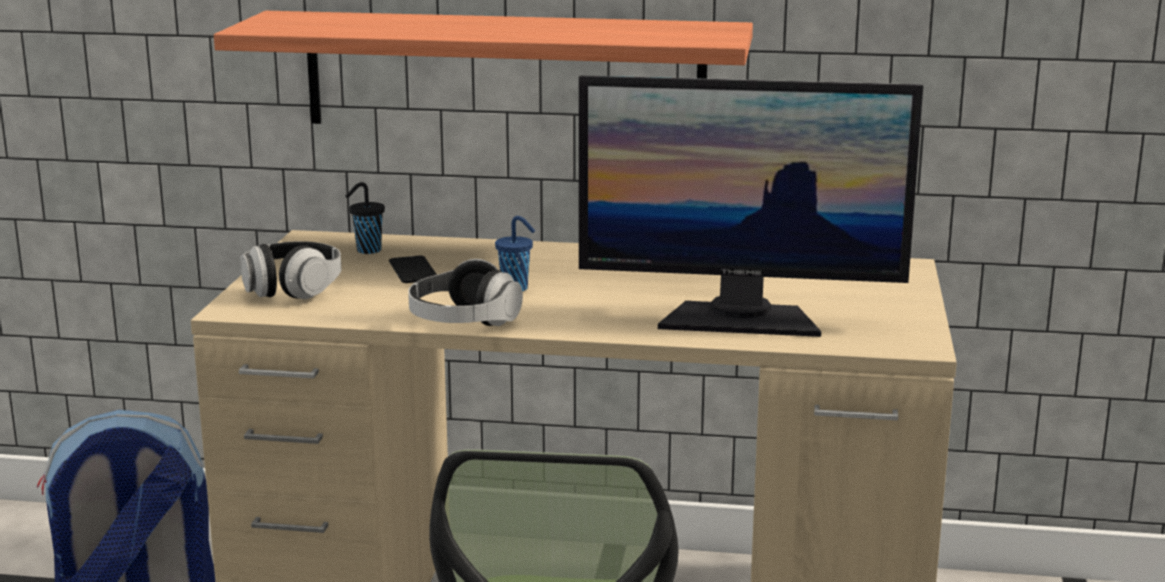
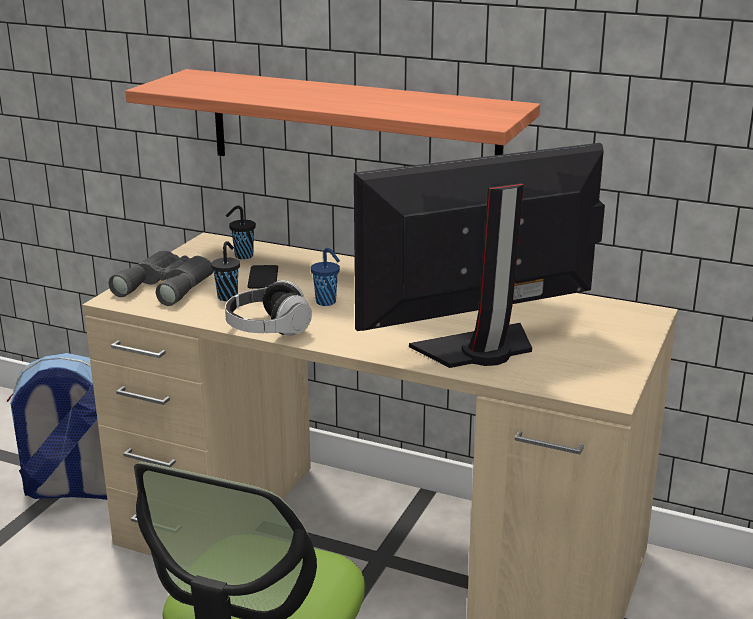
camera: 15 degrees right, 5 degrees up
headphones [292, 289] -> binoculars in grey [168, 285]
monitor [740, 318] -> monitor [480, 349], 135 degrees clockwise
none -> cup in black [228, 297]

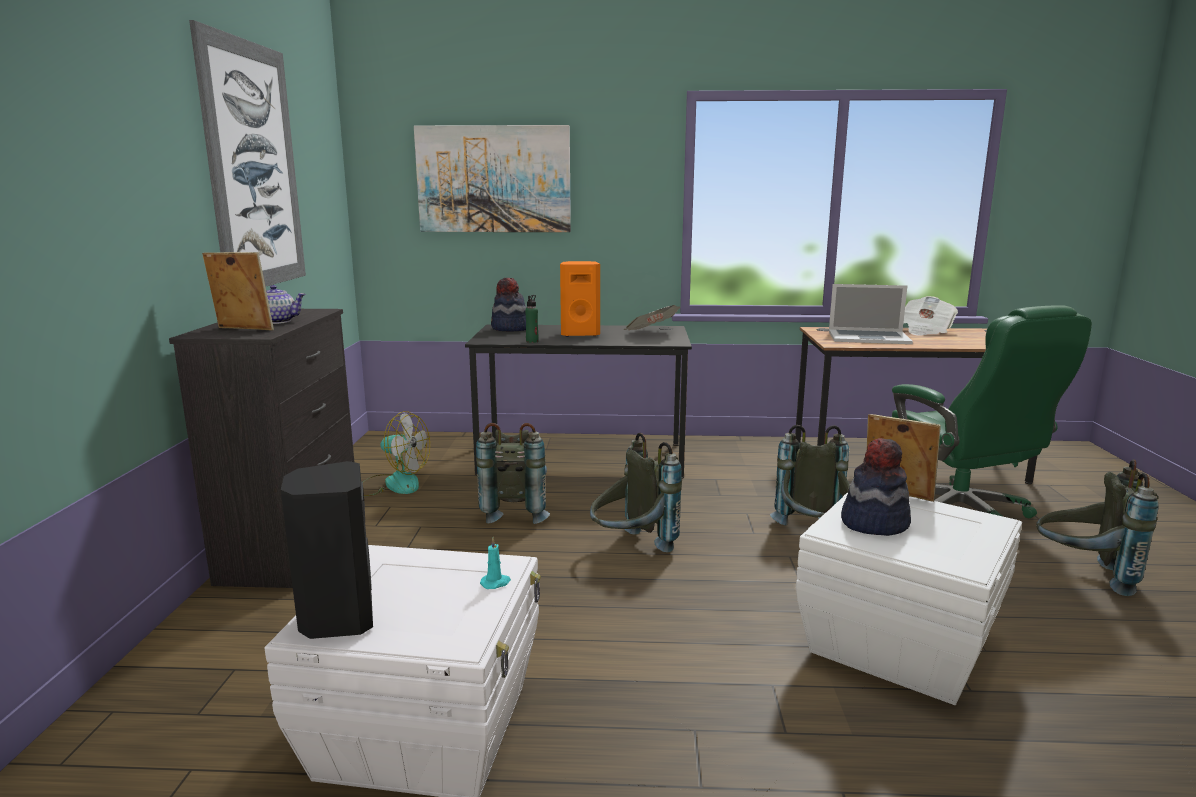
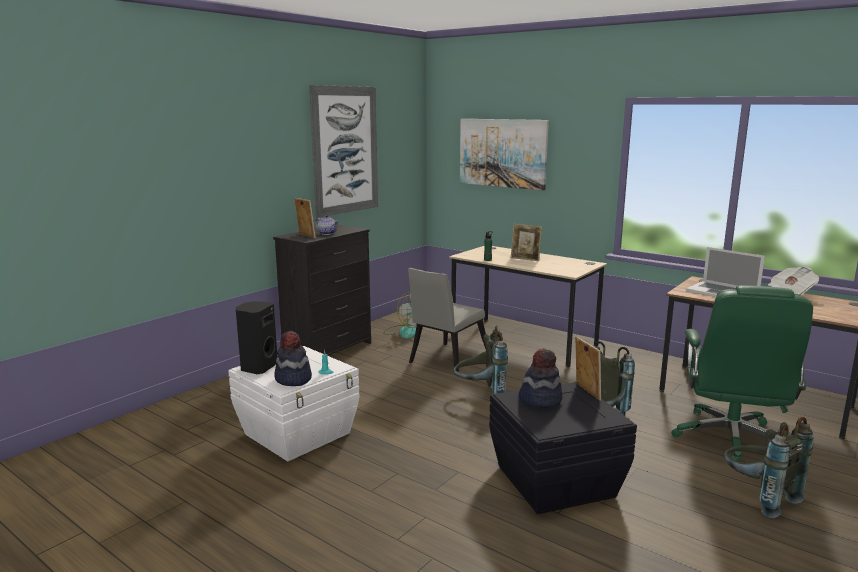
camera: 35 degrees right, 0 degrees up
desk in black [582, 458] -> desk in beige [523, 341]
backpack in grey [515, 511] -> chair in grey [446, 360]
hat [510, 329] -> hat [293, 379], relocated
speaker in orange [580, 334] -> picture frame [525, 259]
newspaper [651, 333] -> none
storage box in white [897, 642] -> storage box in black [555, 480]

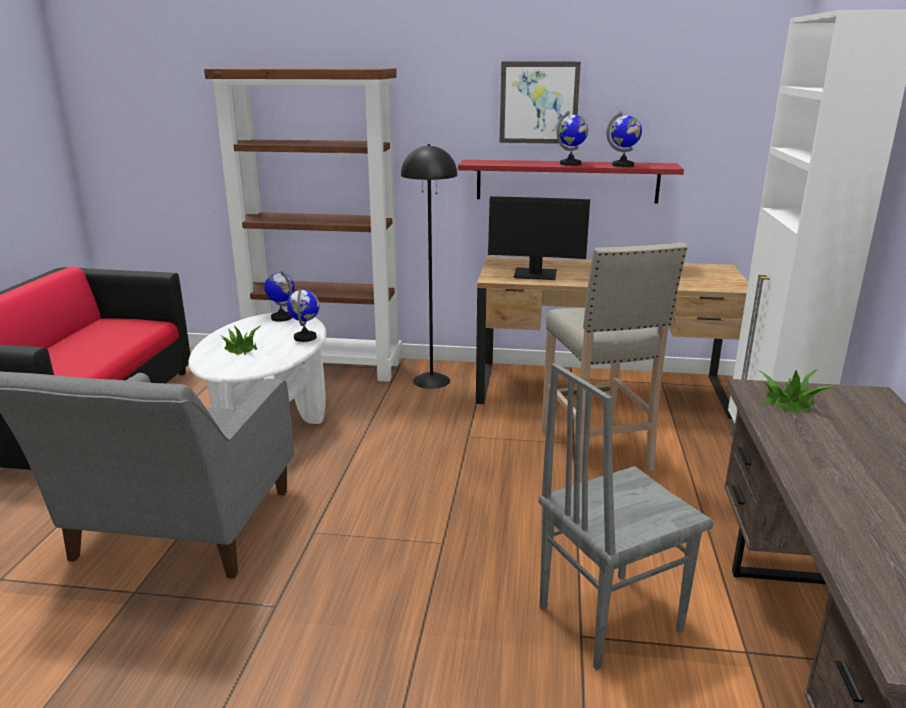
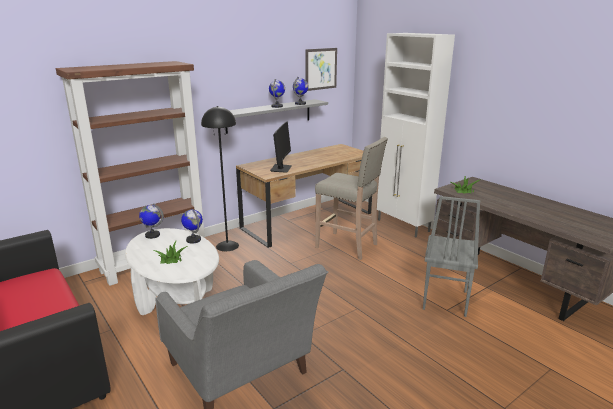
camera: 45 degrees left, 0 degrees up
shelf in red [567, 181] -> shelf in grey [269, 115]
monitor [535, 275] -> monitor [281, 168], 45 degrees counterclockwise
picture [539, 103] -> picture [321, 69], relocated

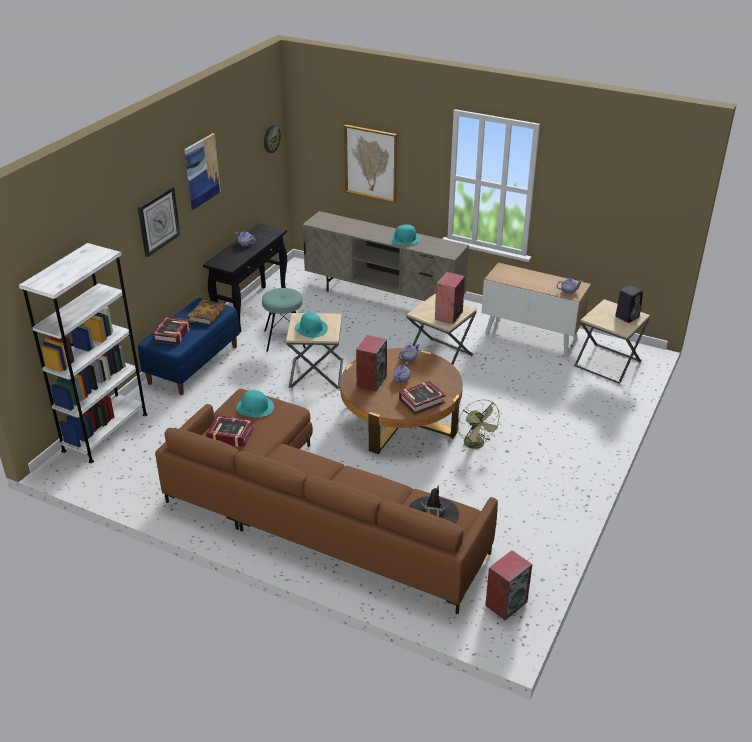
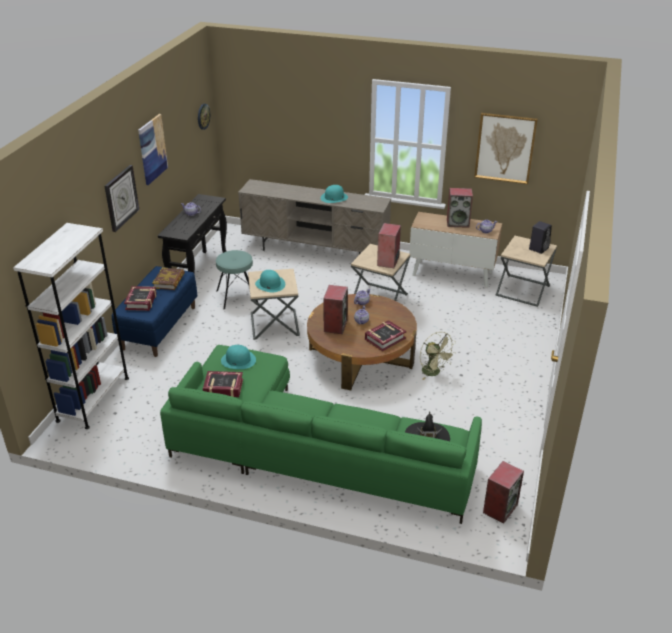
camera: 10 degrees left, 0 degrees up
sofa in brown [313, 512] -> sofa in green [308, 449]
picture [371, 163] -> picture [505, 148], relocated
none -> speaker [458, 223]

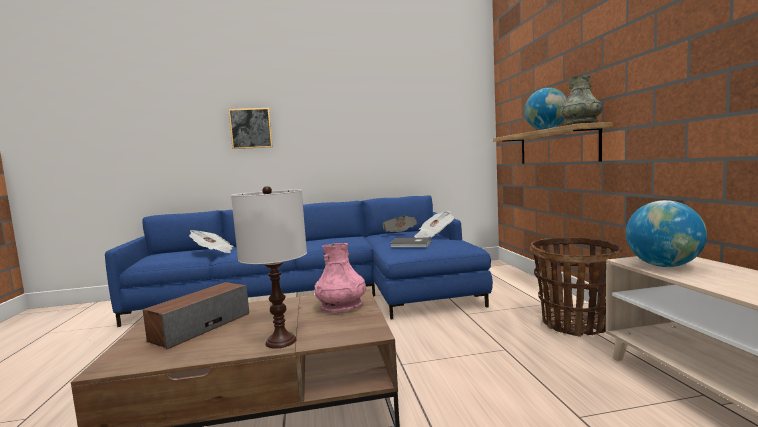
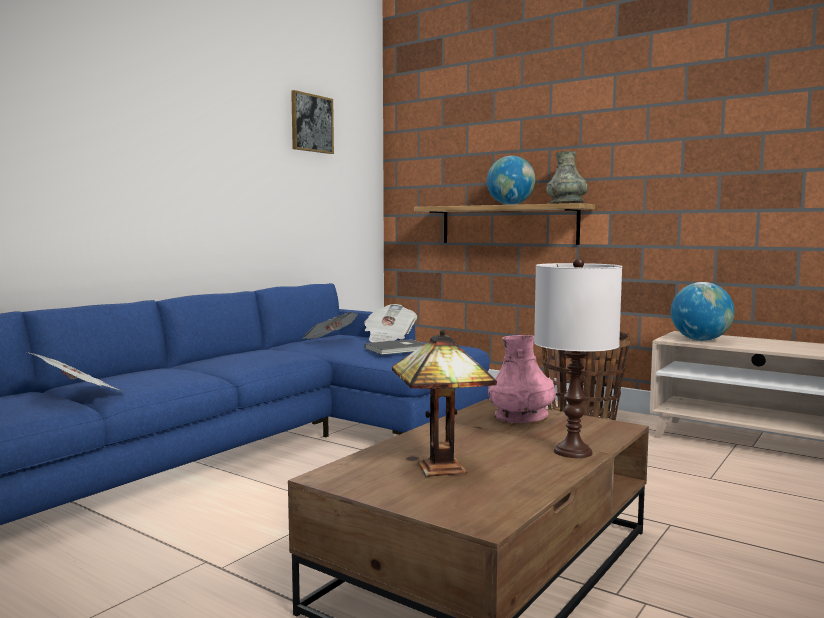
camera: 45 degrees left, 0 degrees up
speaker [201, 327] -> table lamp [438, 467]
picture [251, 128] -> picture [311, 123], relocated

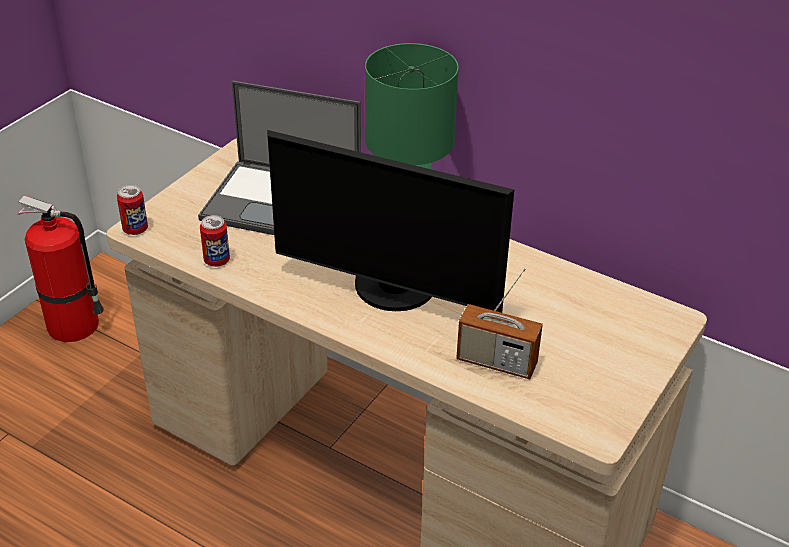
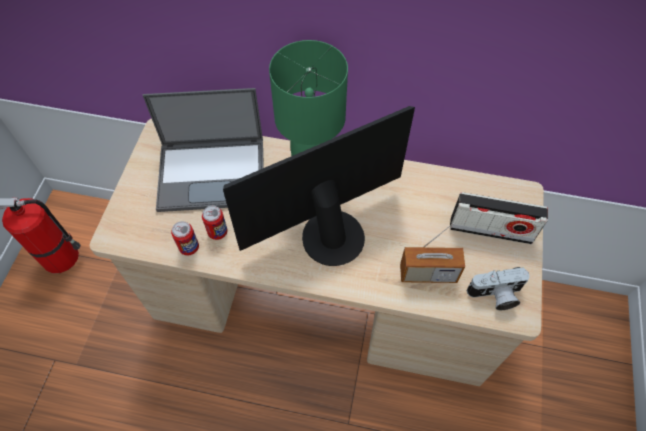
camera: 20 degrees left, 20 degrees up
can [135, 229] -> can [217, 232], relocated
monitor [392, 290] -> monitor [329, 232], 150 degrees clockwise
none -> radio [490, 230]
none -> photo camera [495, 295]

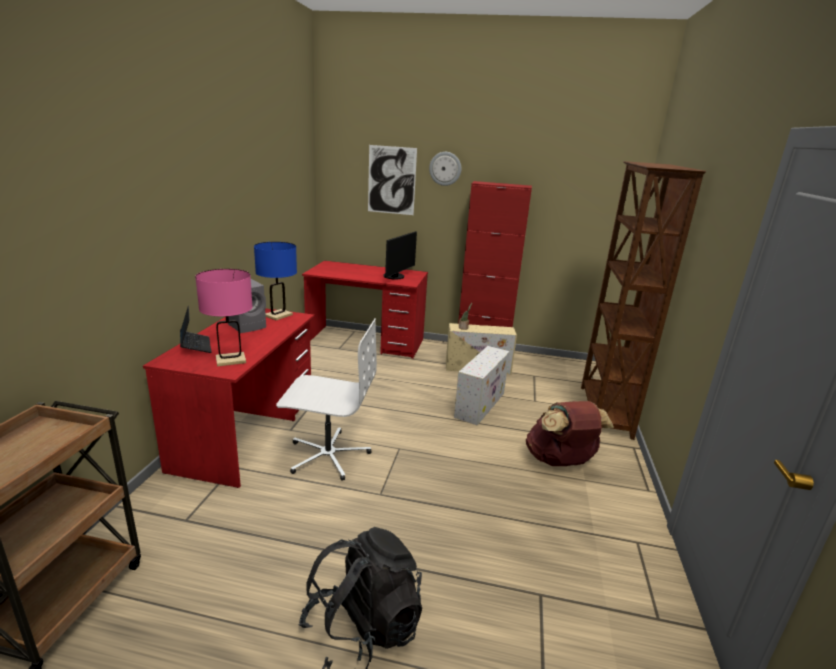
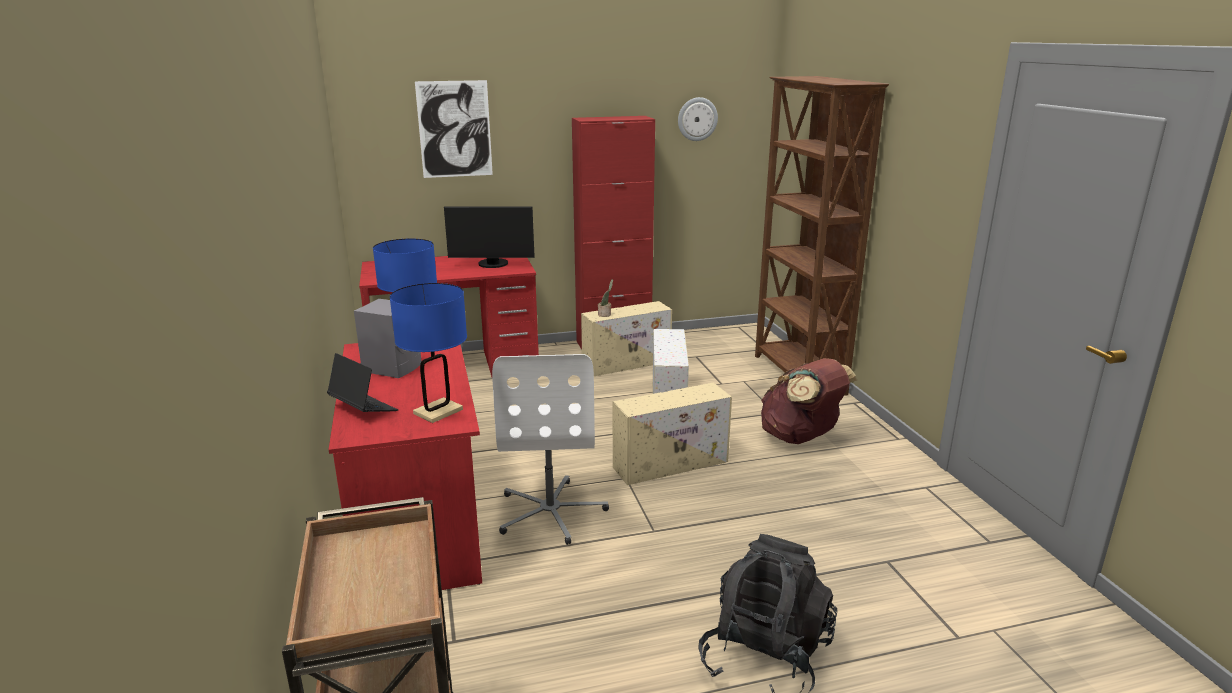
camera: 25 degrees left, 0 degrees up
table lamp in pink [230, 360] -> table lamp in blue [438, 412]
office chair in white [328, 455] -> office chair in white [551, 512], 105 degrees clockwise
monitor [396, 277] -> monitor [493, 264], 90 degrees clockwise
wall clock [445, 168] -> wall clock [697, 119], relocated
none -> storage box in beige [672, 464]

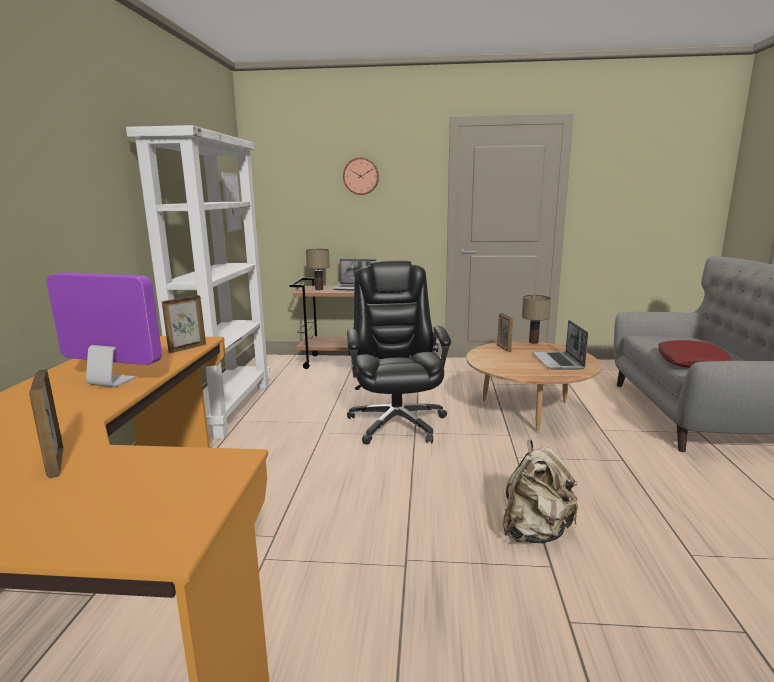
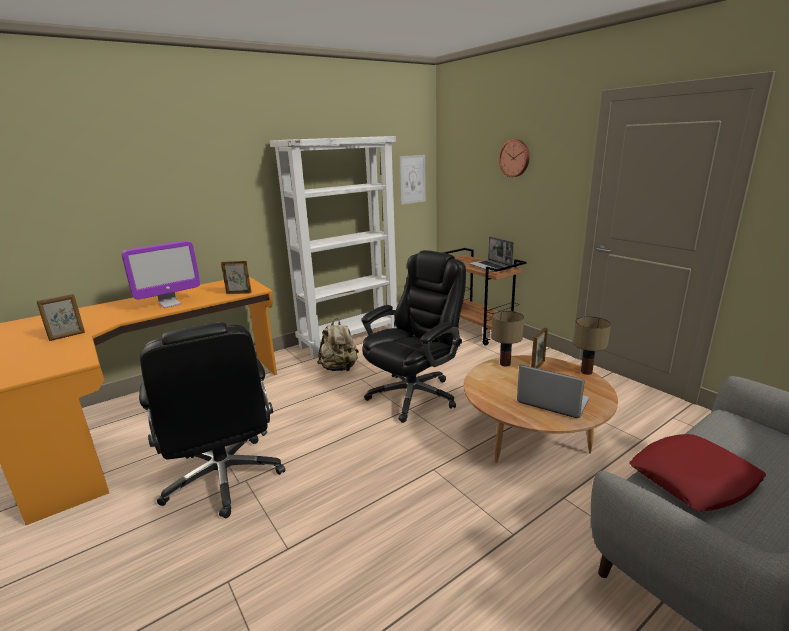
camera: 50 degrees right, 5 degrees up
picture frame [55, 463] -> picture frame [67, 336], 150 degrees counterclockwise
monitor [112, 382] -> monitor [170, 304], 75 degrees clockwise
table lamp [319, 289] -> table lamp [505, 364], relocated
backpack in beige [535, 532] -> backpack in beige [339, 368], relocated
laptop [558, 362] -> laptop [551, 401], 75 degrees clockwise
none -> office chair in black [224, 478]

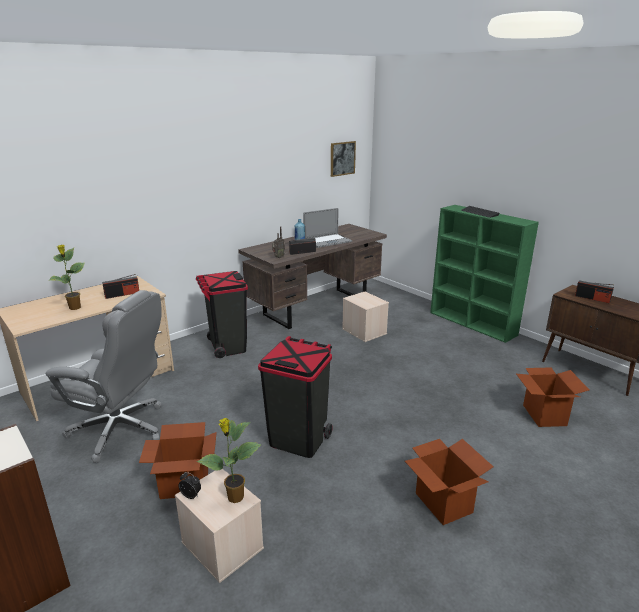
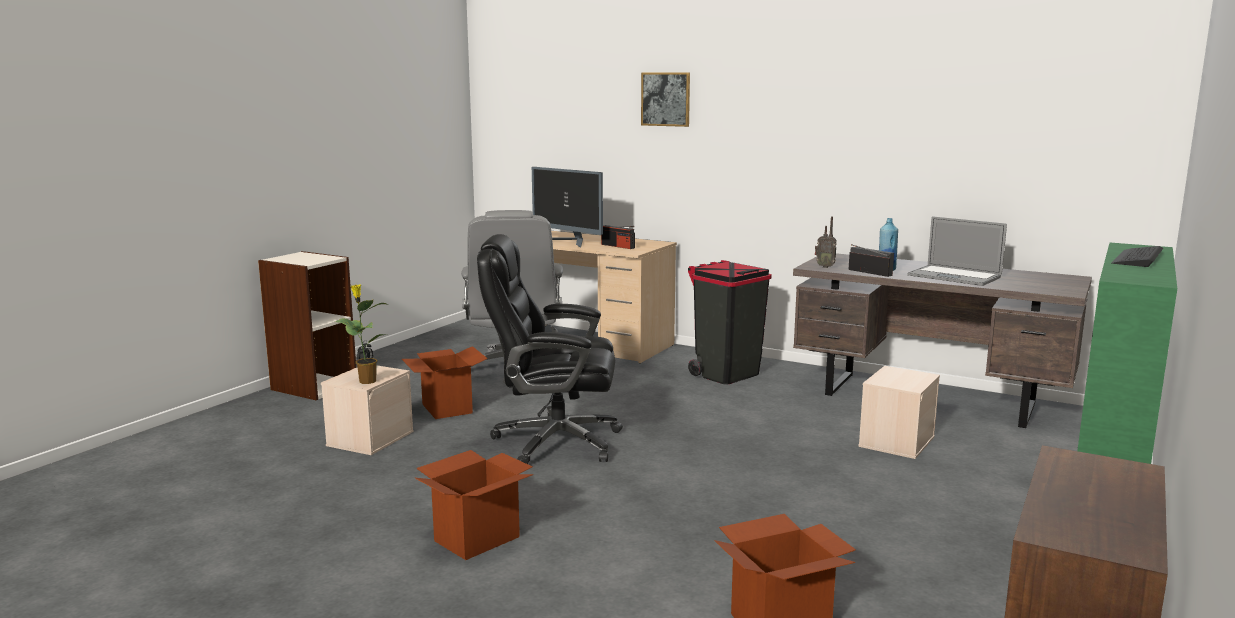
camera: 70 degrees right, 10 degrees down
potted plant [75, 308] -> monitor [569, 242]
trash can in black [298, 439] -> office chair in black [553, 442]
picture [342, 158] -> picture [665, 99], relocated
radio [592, 298] -> none

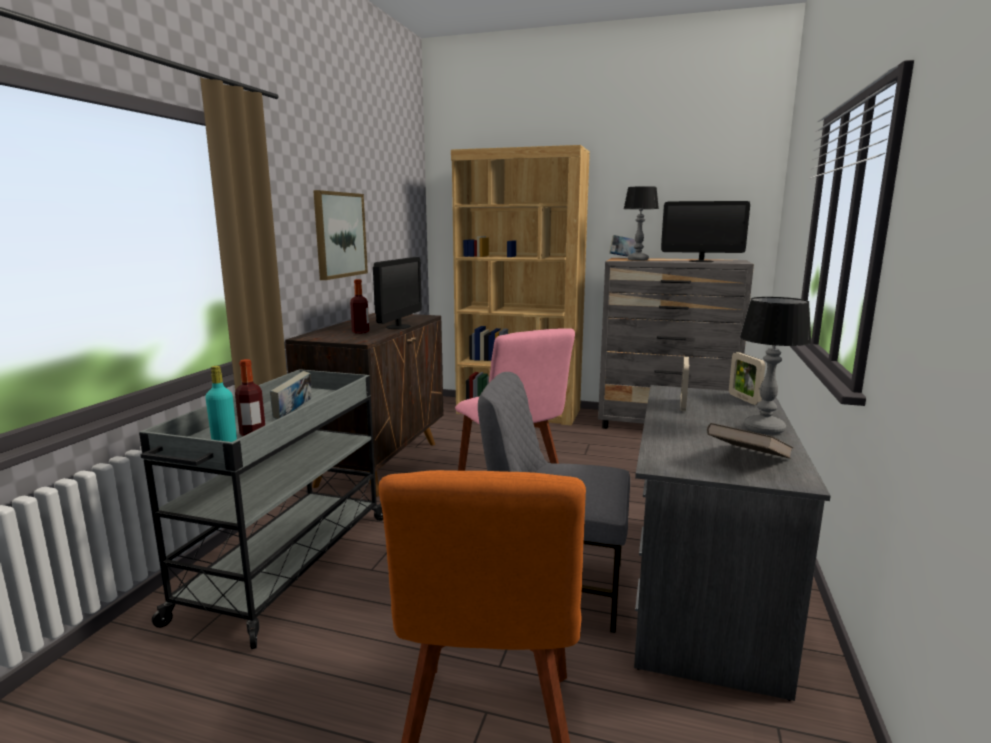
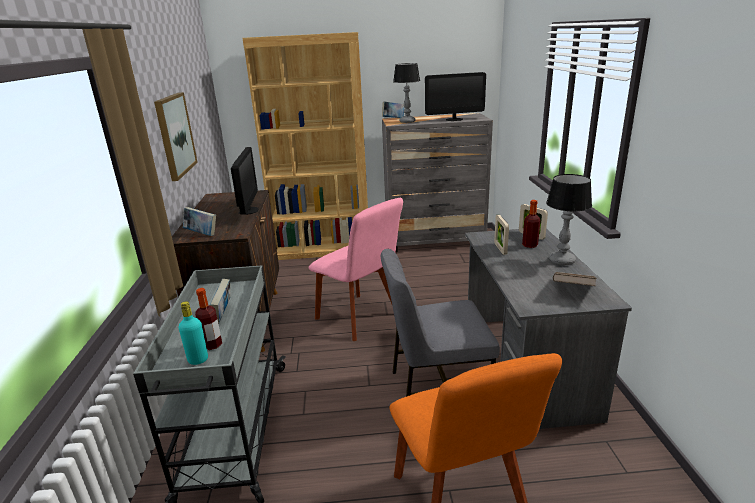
camera: 20 degrees left, 10 degrees up
bottle [360, 332] -> bottle [530, 245], relocated
none -> book [202, 234]

